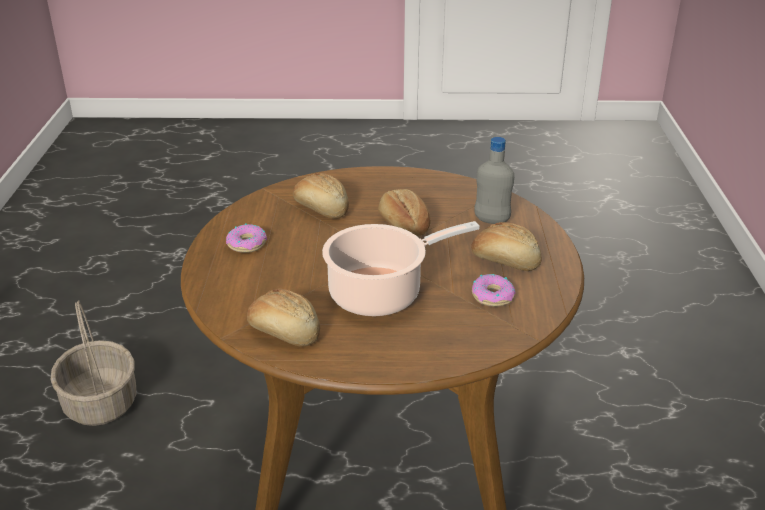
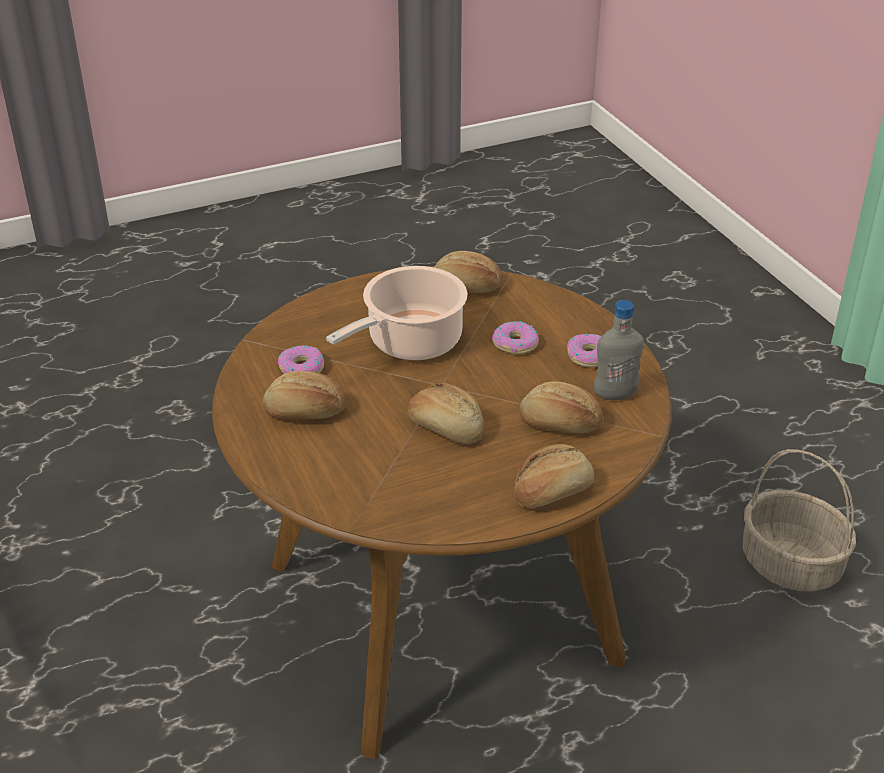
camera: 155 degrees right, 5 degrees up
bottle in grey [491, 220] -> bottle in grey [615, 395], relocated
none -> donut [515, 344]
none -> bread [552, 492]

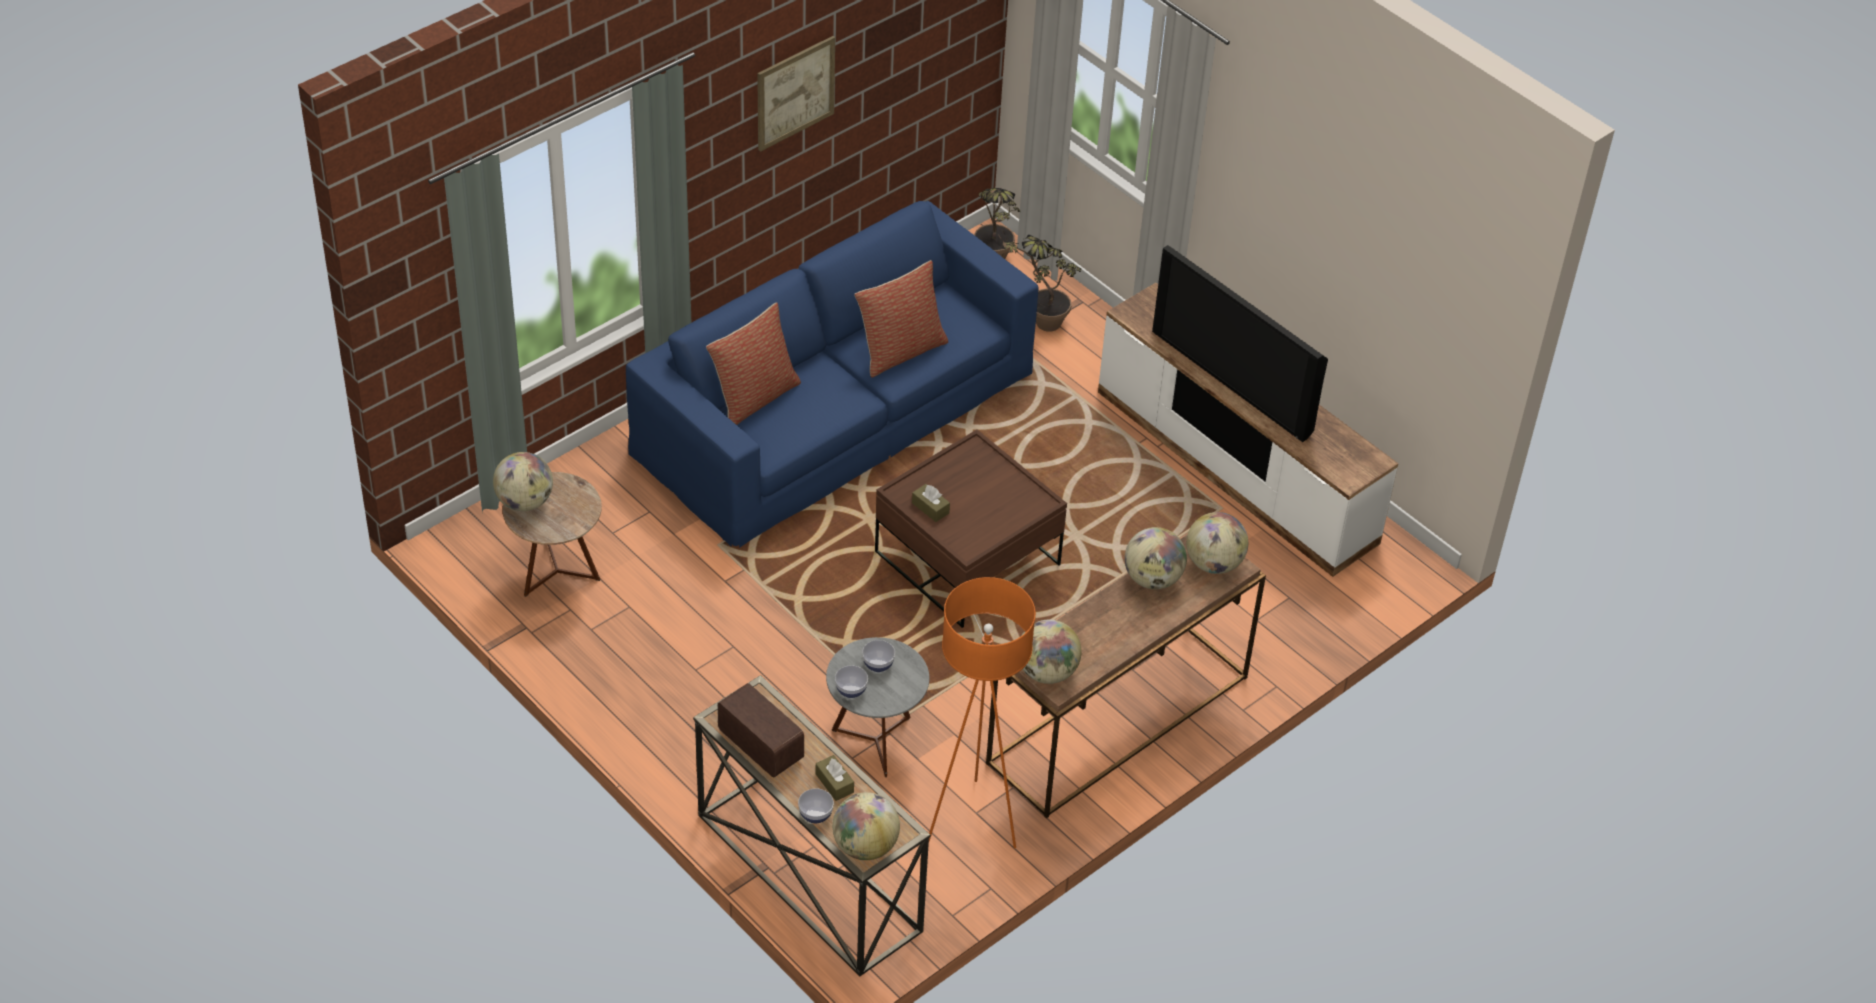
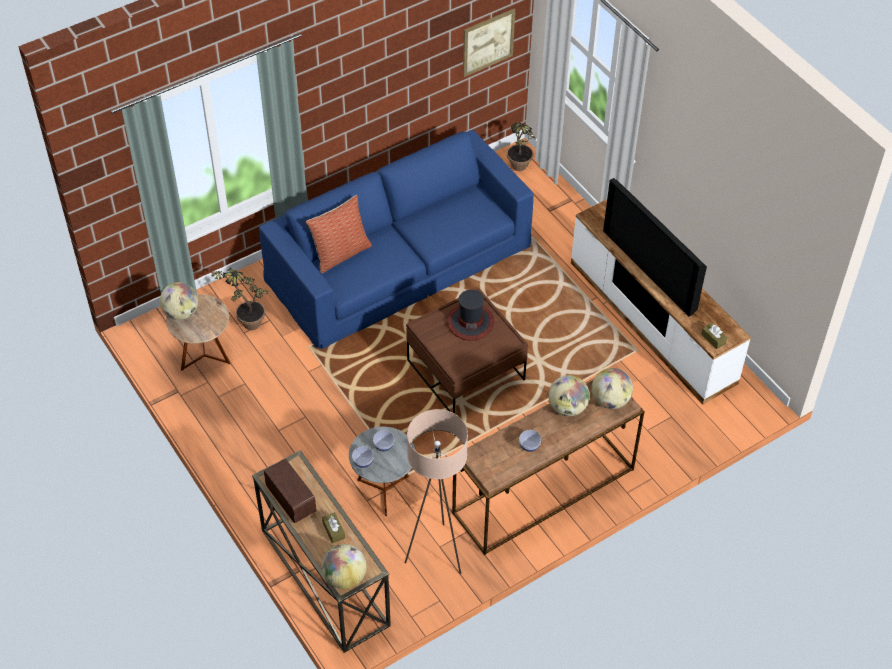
camera: 10 degrees right, 5 degrees up
picture [795, 93] -> picture [488, 42], relocated
bowl [815, 815] -> bowl [529, 446], relocated
pillow [900, 351] -> none
tissue box in brown [930, 508] -> tissue box in brown [713, 339], relocated
floor lamp in orange [973, 822] -> floor lamp in beige [436, 553]
potted plant [1038, 321] -> potted plant [245, 321], relocated
globe [1046, 672] -> none
none -> hat [470, 322]

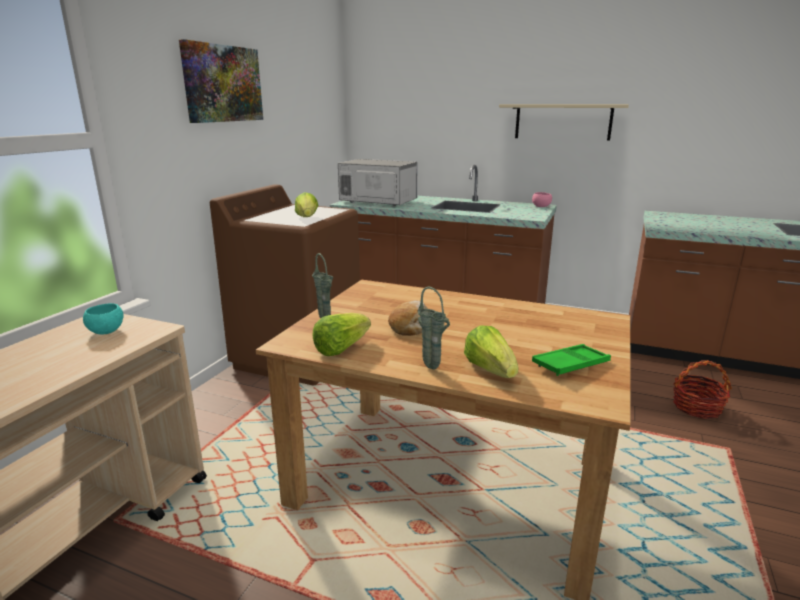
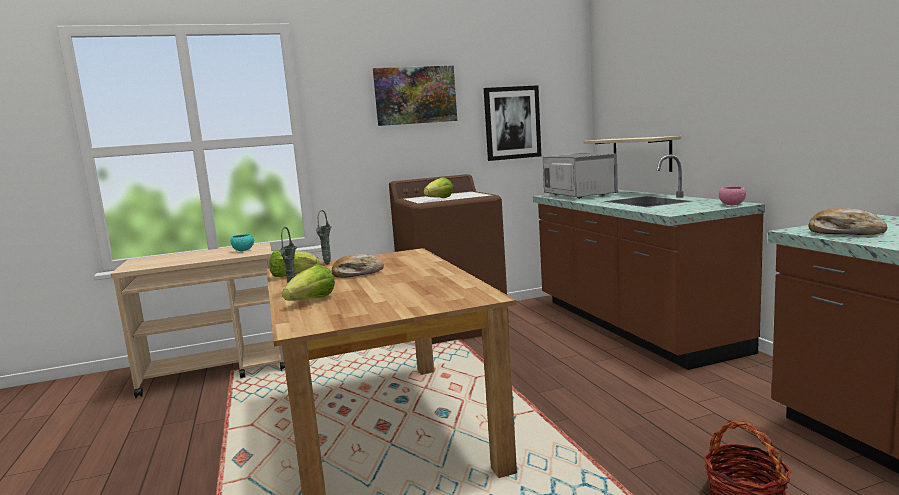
camera: 50 degrees right, 10 degrees down
shelf in beige [562, 121] -> shelf in beige [641, 154], relocated
tray in green [571, 365] -> none
none -> picture [512, 123]
none -> bread [844, 232]

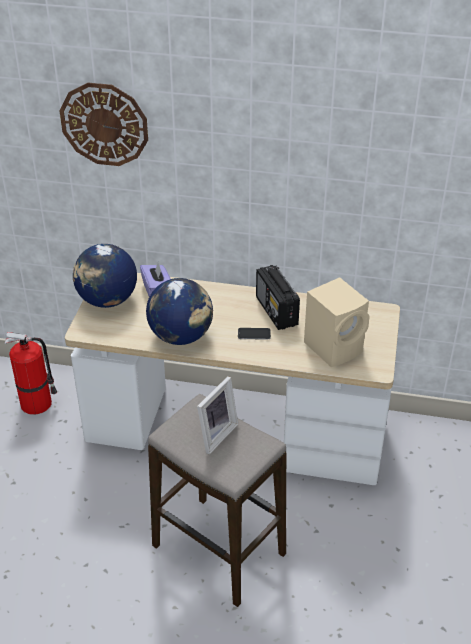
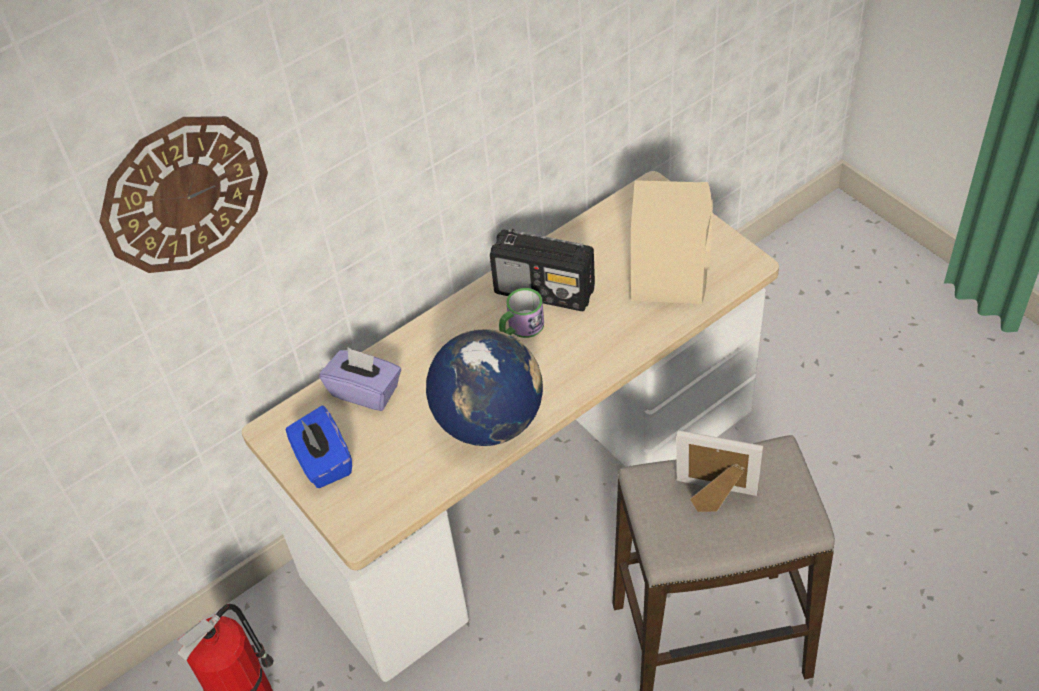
camera: 45 degrees left, 10 degrees up
globe [107, 300] -> tissue box in blue [323, 462]
picture frame [214, 434] -> picture frame [714, 498], 60 degrees counterclockwise
phone [254, 334] -> none
none -> mug [521, 328]

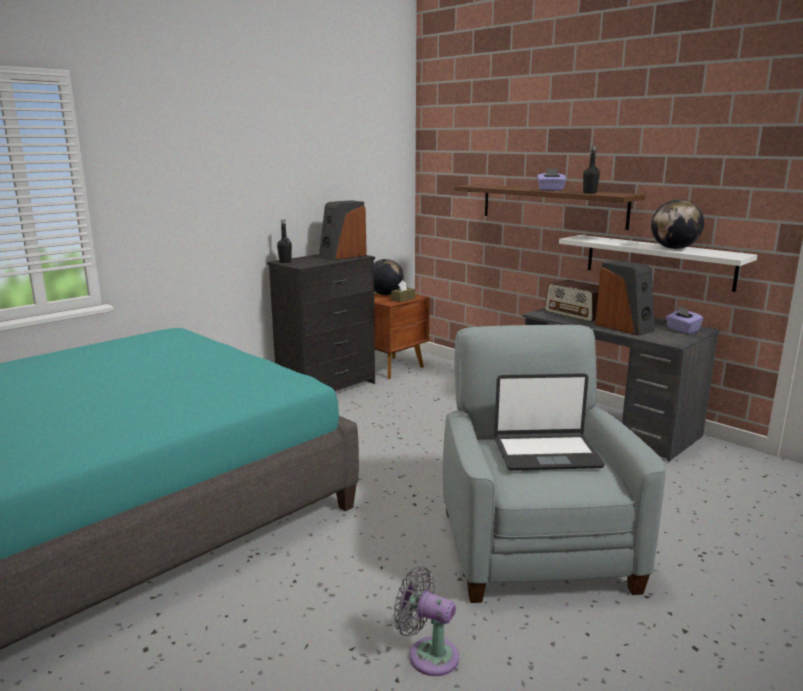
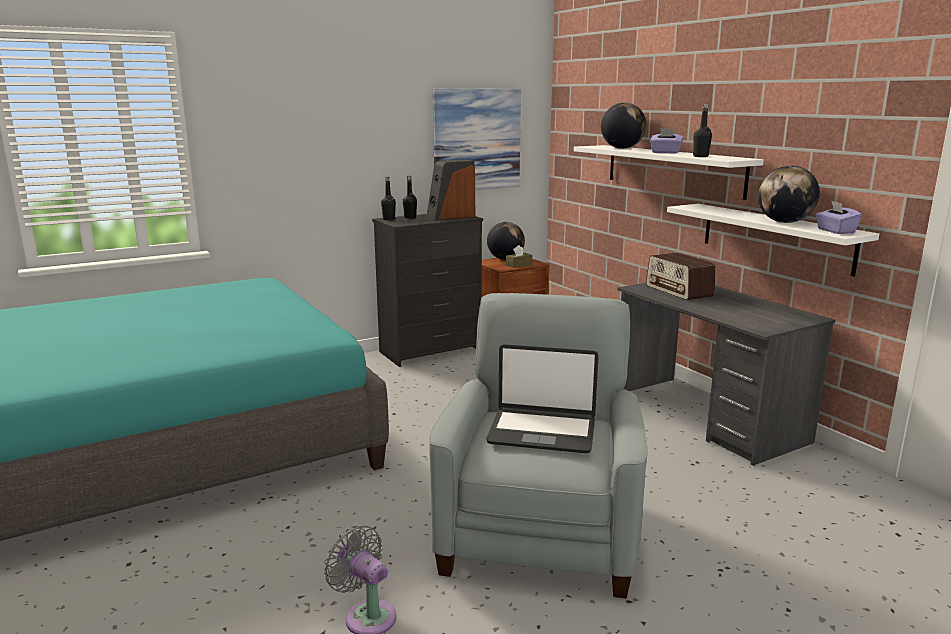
camera: 15 degrees right, 0 degrees up
shelf in brown [552, 205] -> shelf in white [672, 170]
speaker [624, 327] -> none
tissue box in purple [682, 330] -> tissue box in purple [835, 231], relocated
none -> bottle in black [410, 218]
none -> picture [477, 140]
none -> globe [622, 148]

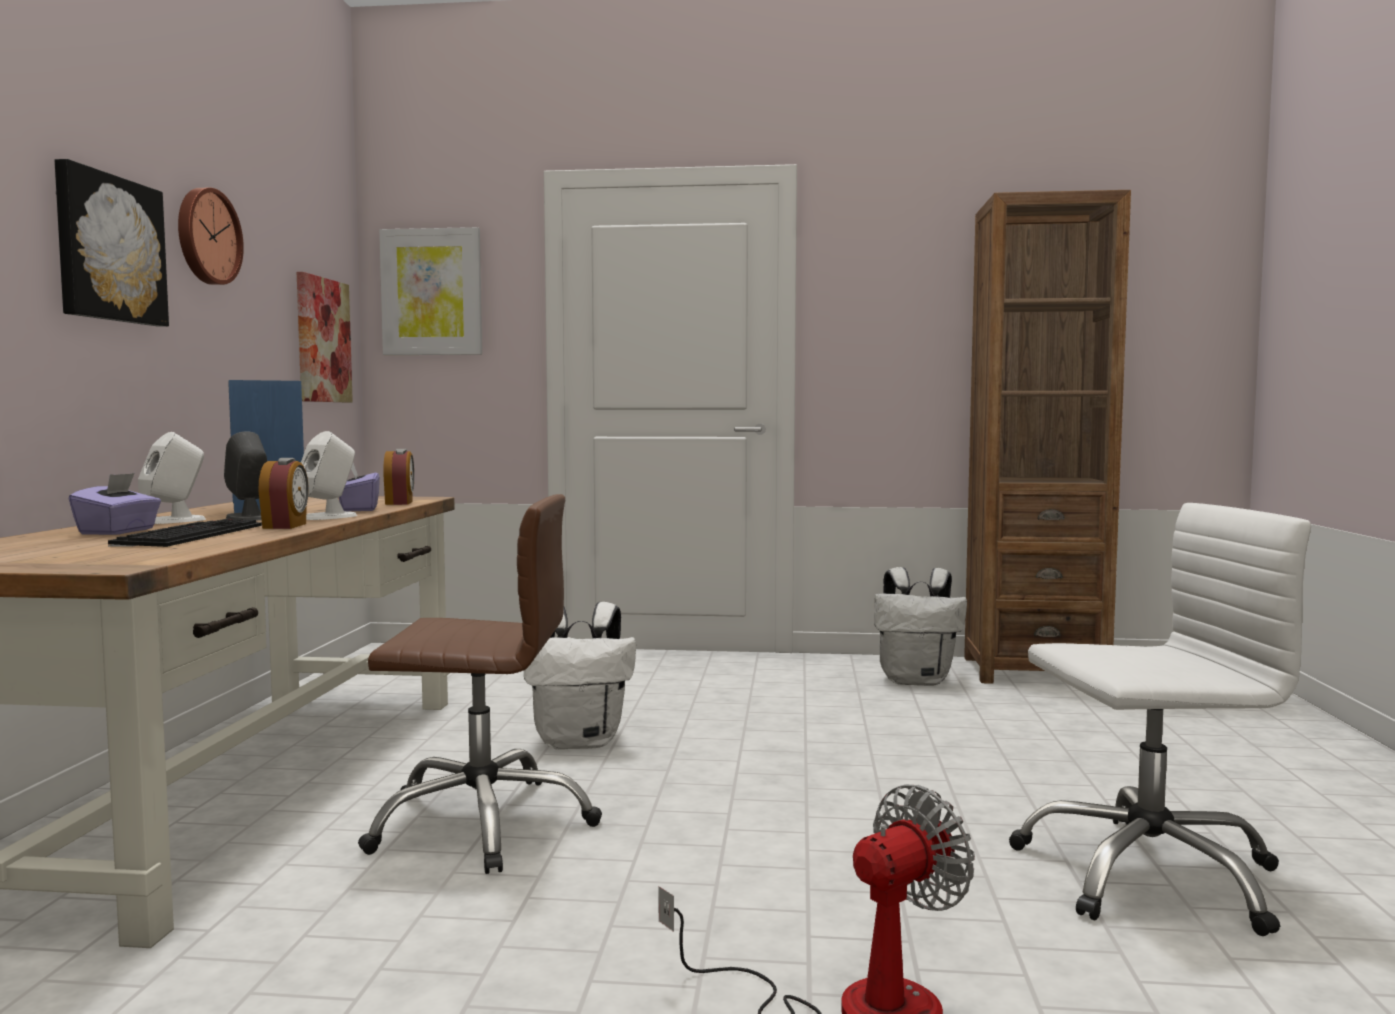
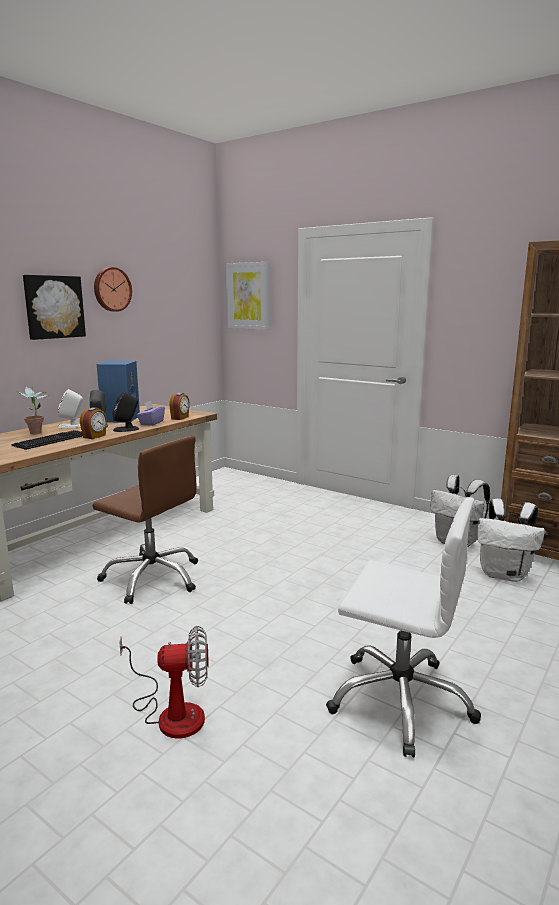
camera: 30 degrees right, 10 degrees up
tissue box in purple [118, 532] -> potted plant [37, 434]
picture [322, 340] -> none
speaker in white [329, 517] -> speaker in black [126, 429]
backpack in white [580, 741] -> backpack in white [504, 574], relocated

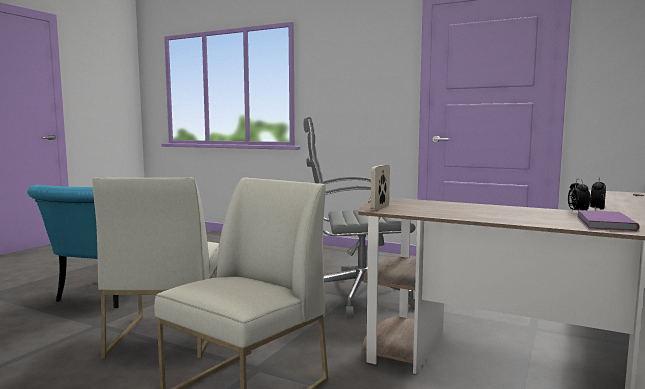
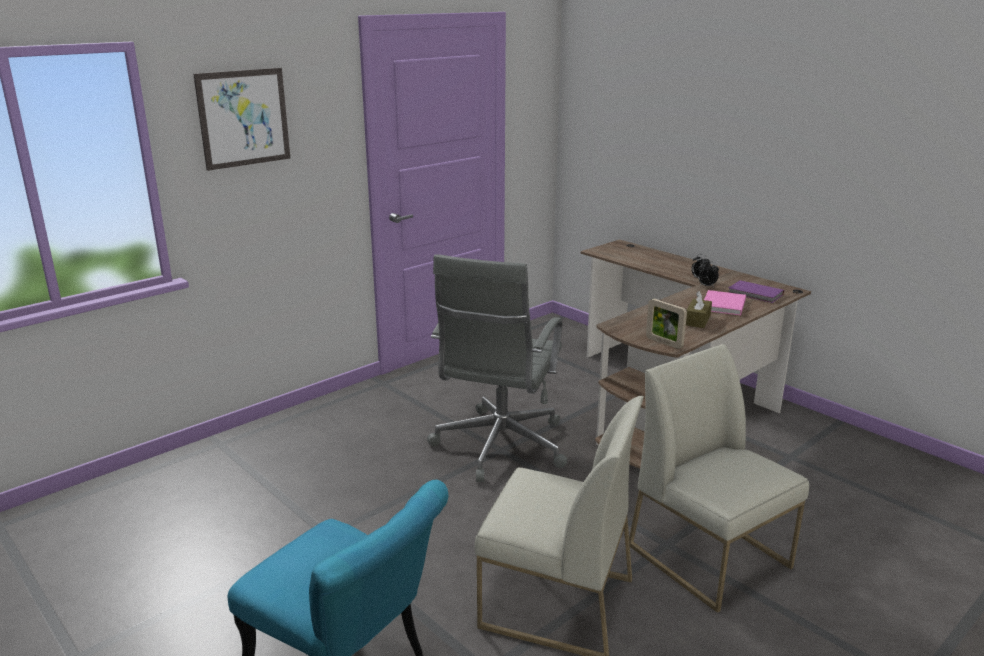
camera: 70 degrees left, 15 degrees up
none -> picture [244, 118]
none -> tissue box in brown [697, 320]
none -> book in pink [723, 305]

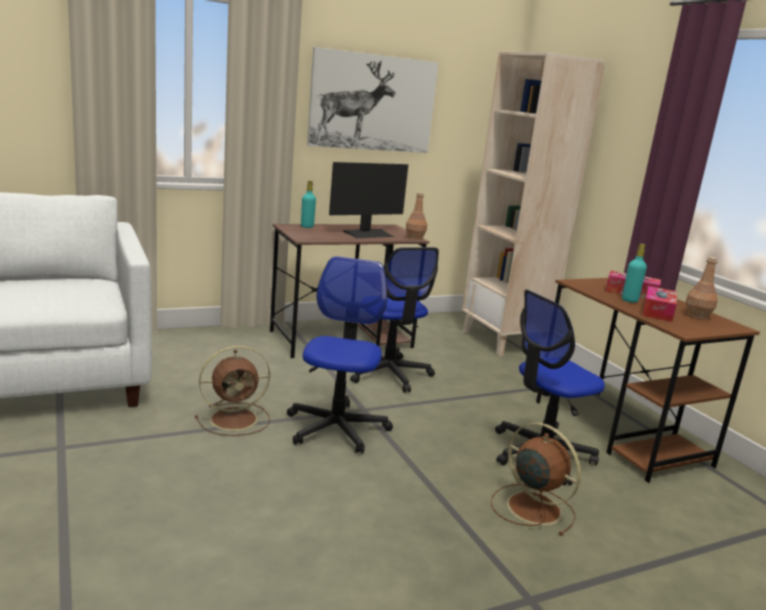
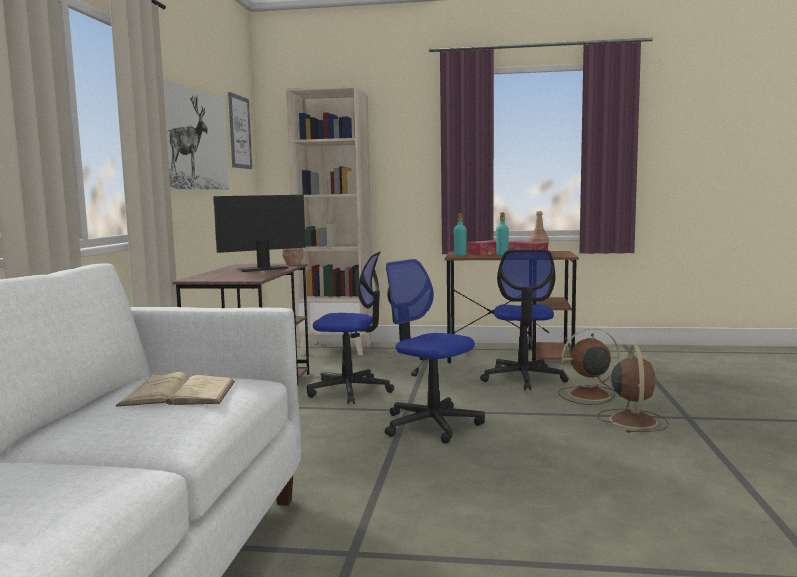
camera: 55 degrees left, 10 degrees down
fan in brown [236, 419] -> fan in brown [632, 420], relocated
bottle in turquoise [307, 227] -> bottle in turquoise [460, 255], relocated
monitor [368, 234] -> monitor [261, 269], 120 degrees counterclockwise
none -> book in beige [178, 393]
none -> picture [239, 132]

